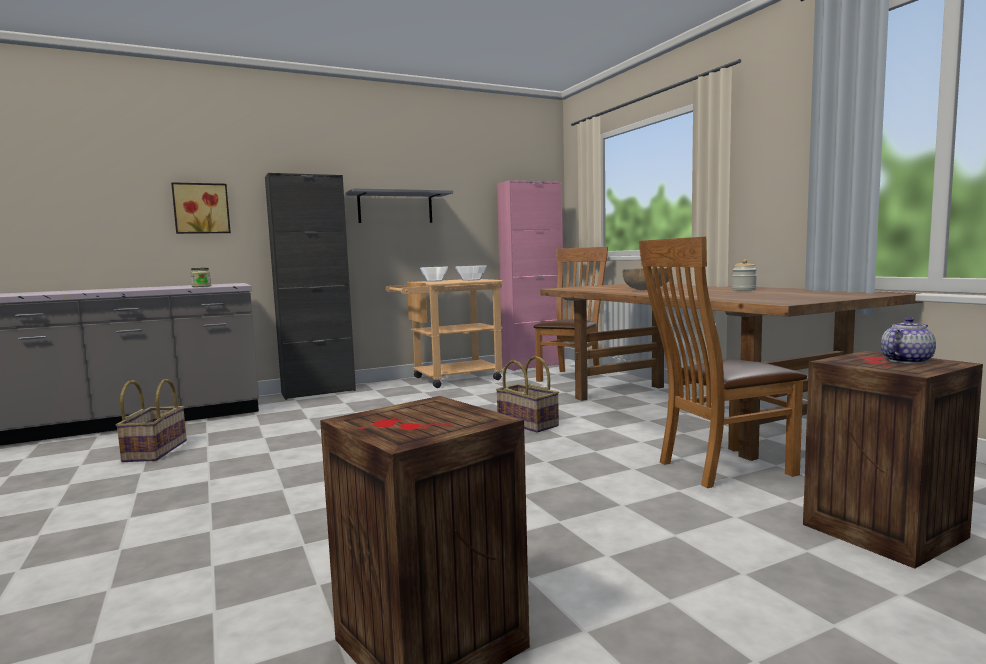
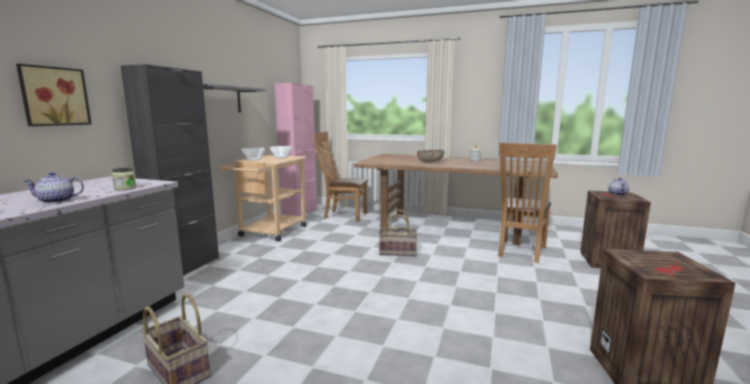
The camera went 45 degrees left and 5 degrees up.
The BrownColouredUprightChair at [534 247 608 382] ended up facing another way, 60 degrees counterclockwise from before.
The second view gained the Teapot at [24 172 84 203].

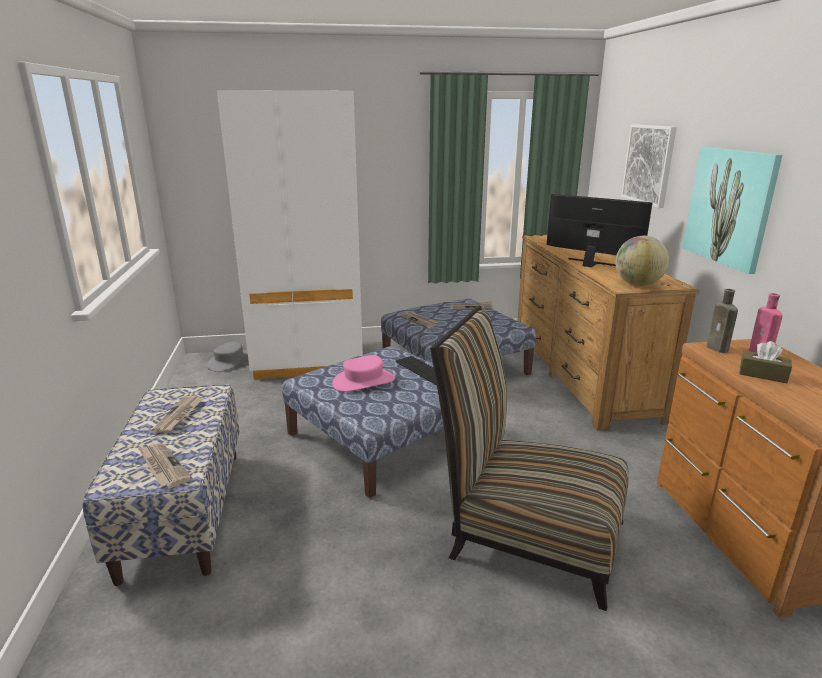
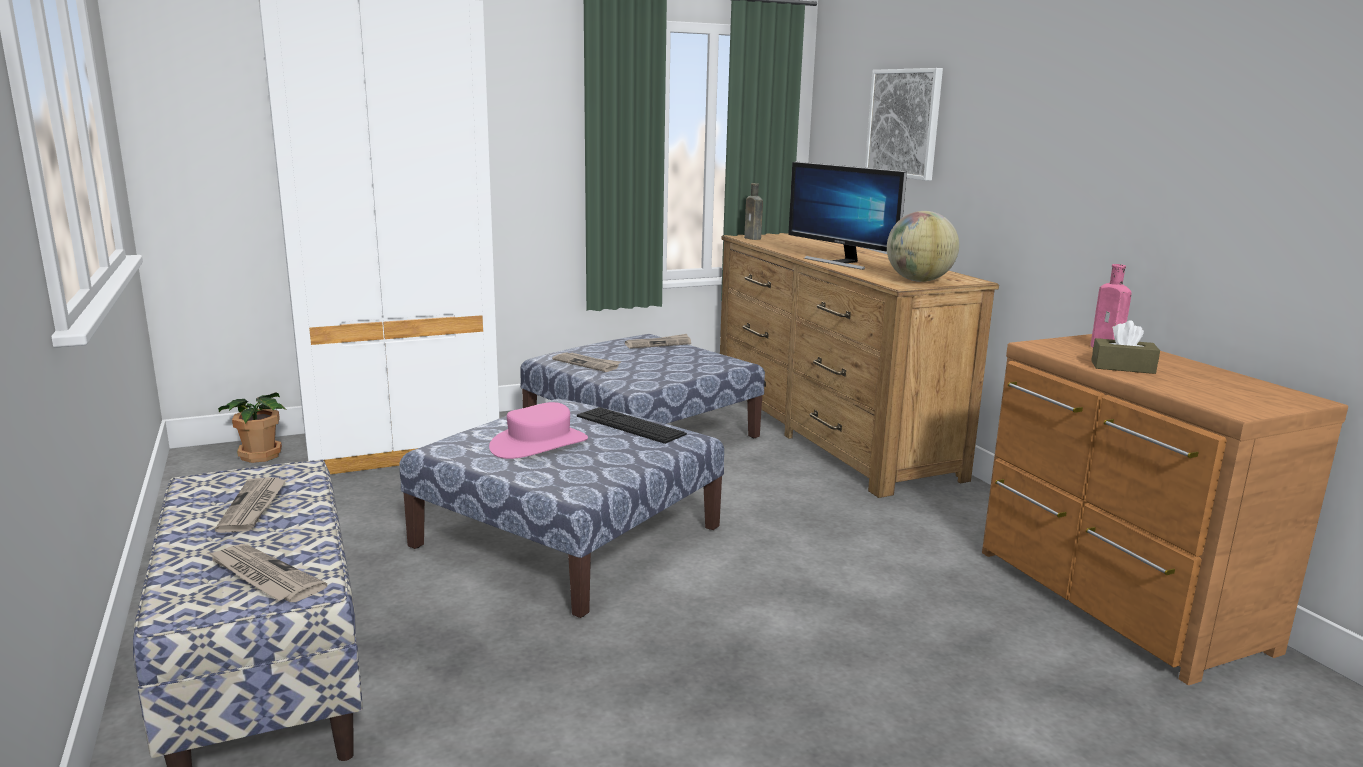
The camera went 15 degrees left and 5 degrees down.
Where the GreyHat stood at [207 342 248 372], the PottedPlant came to stand at [218 392 286 463].
The second view lost the UprightChair at [430 306 629 611].
The ComputerScreen at [546 194 653 267] ended up facing another way, 150 degrees counterclockwise from before.
The second view lost the Picture at [682 147 783 274].
The BrownColouredDrinkBottle ended up elsewhere, having gone from [707 289 738 353] to [744 183 763 240].

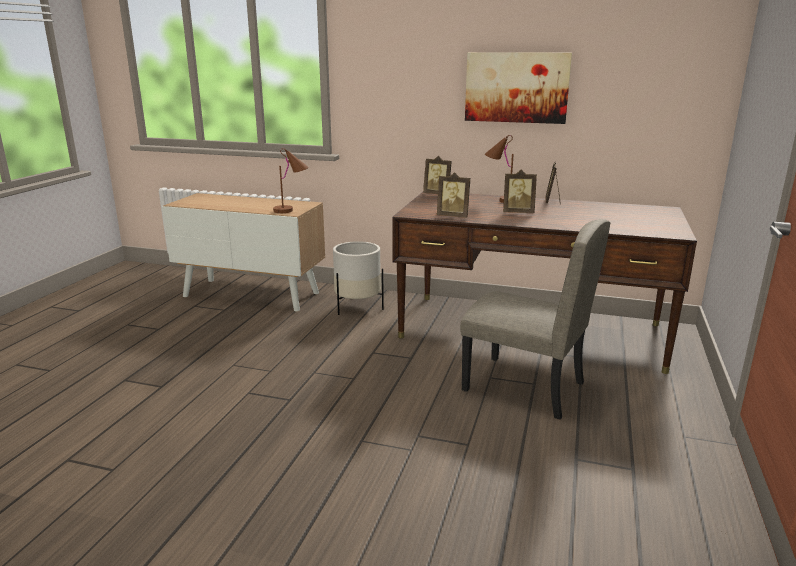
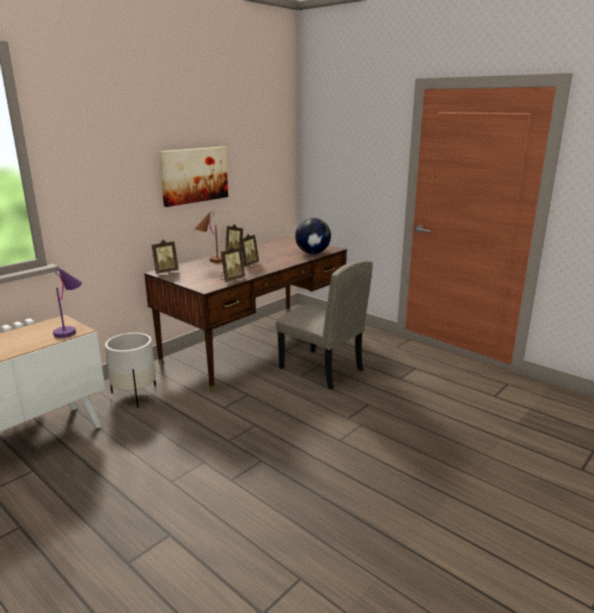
The camera went 65 degrees left and 0 degrees up.
What was the BrownColouredTableLamp at [273 148 309 213] turned into the PurplishTableLamp at [53 268 82 338].
The BeigeColouredUprightChair at [460 219 610 420] ended up facing another way, 75 degrees clockwise from before.
The second view gained the Globe at [295 218 331 254].

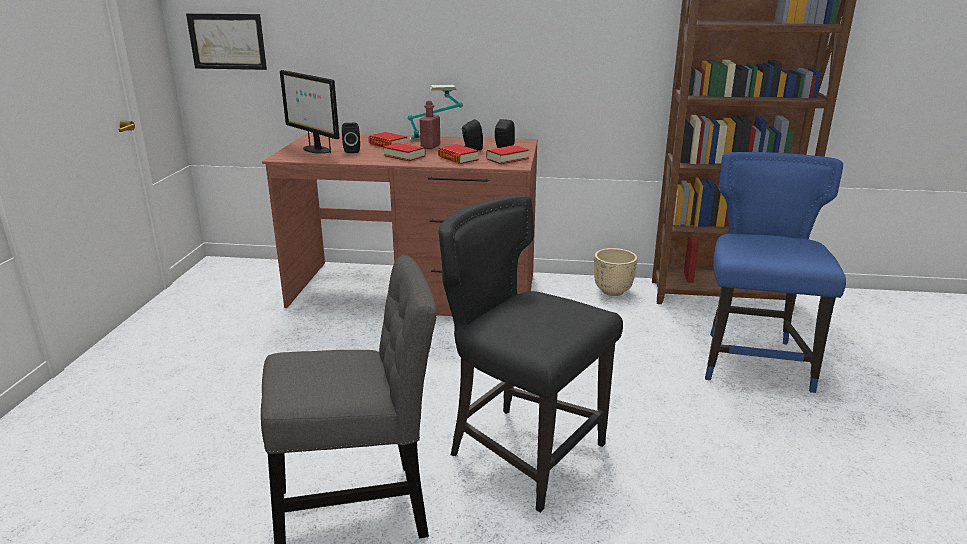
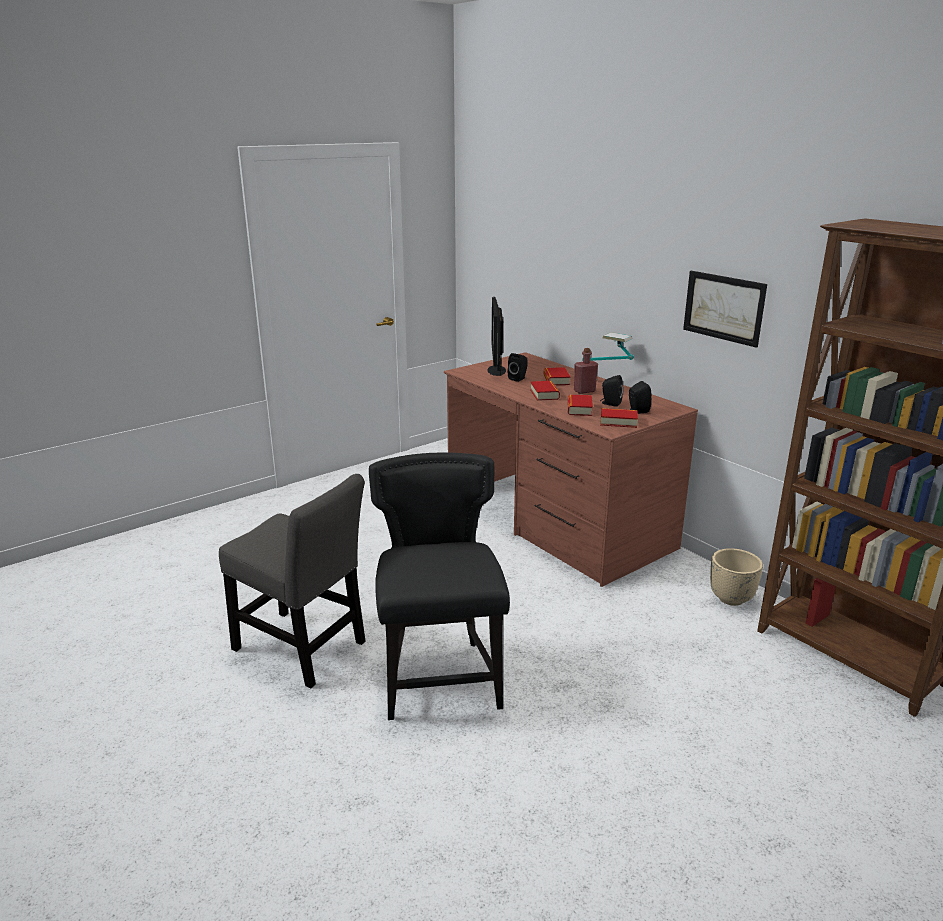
The camera went 45 degrees right and 0 degrees up.
The Picture ended up elsewhere, having gone from [186 13 267 70] to [683 271 767 348].
The second view lost the BluishUprightChair at [705 152 846 393].

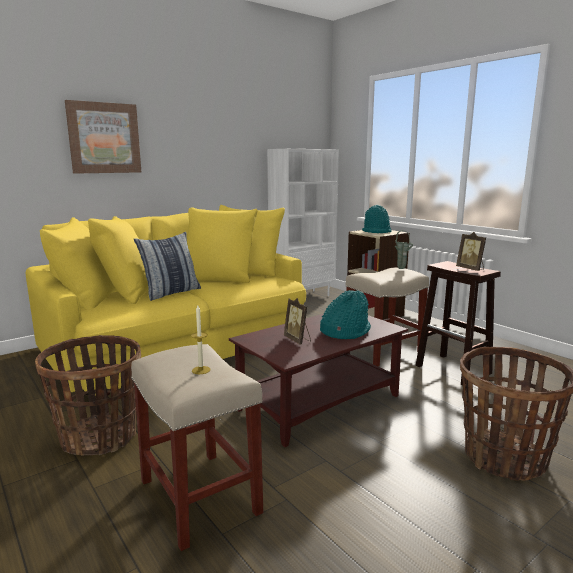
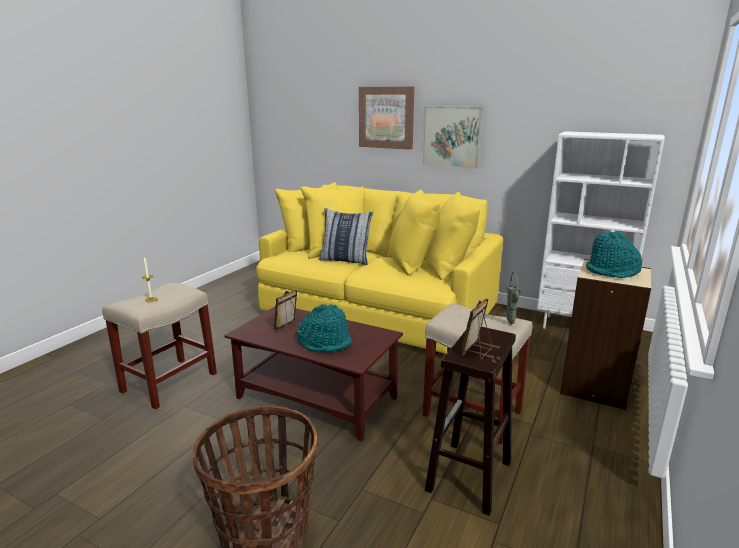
The camera went 65 degrees right and 5 degrees up.
The second view lost the HouseholdBasket at [35 335 141 456].
The second view gained the Picture at [422 106 483 169].

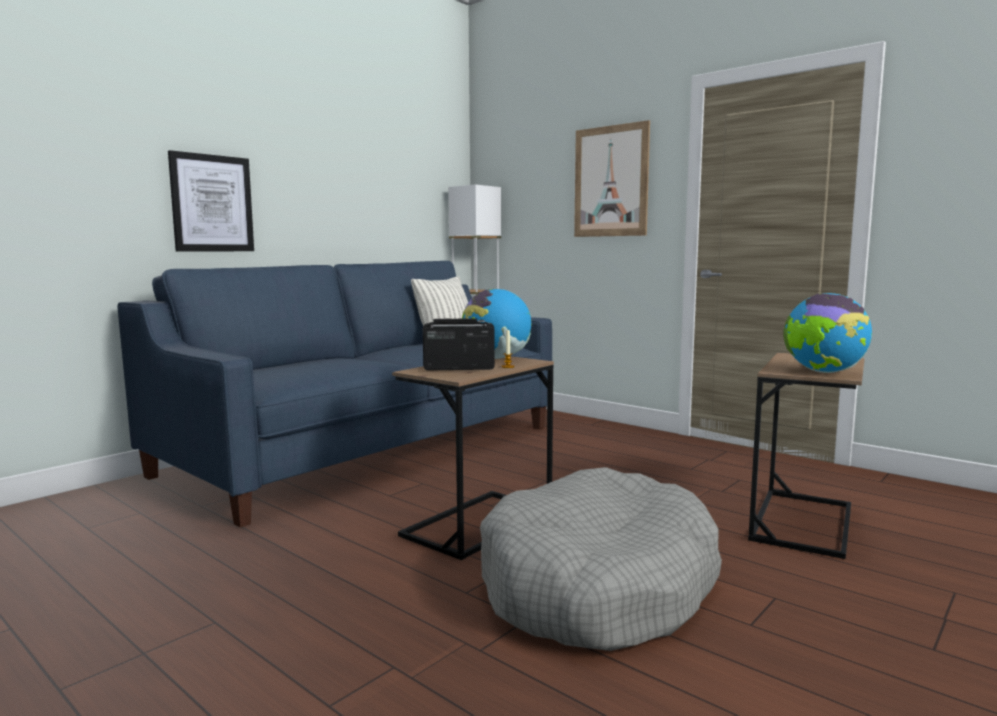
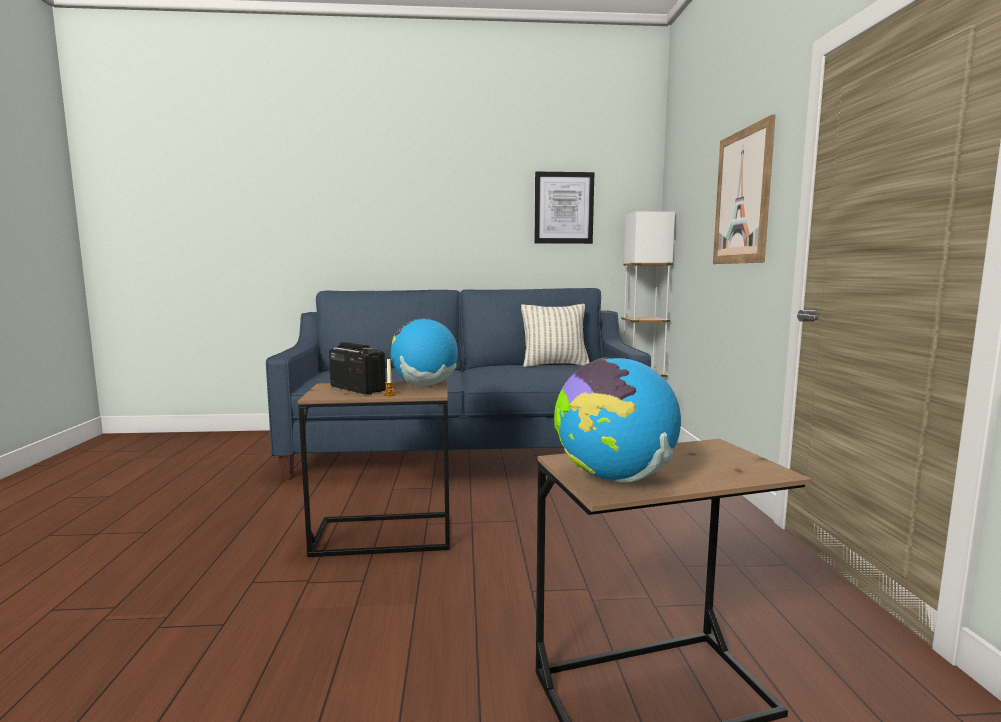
The camera went 45 degrees right and 0 degrees up.
The Picture ended up elsewhere, having gone from [168 150 254 252] to [535 172 594 244].
The second view lost the GreyPetBed at [480 467 722 651].

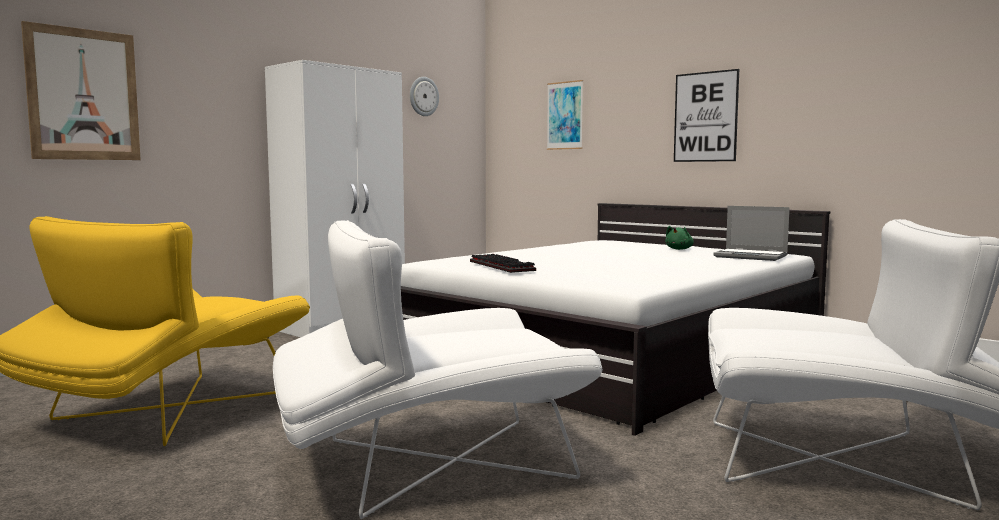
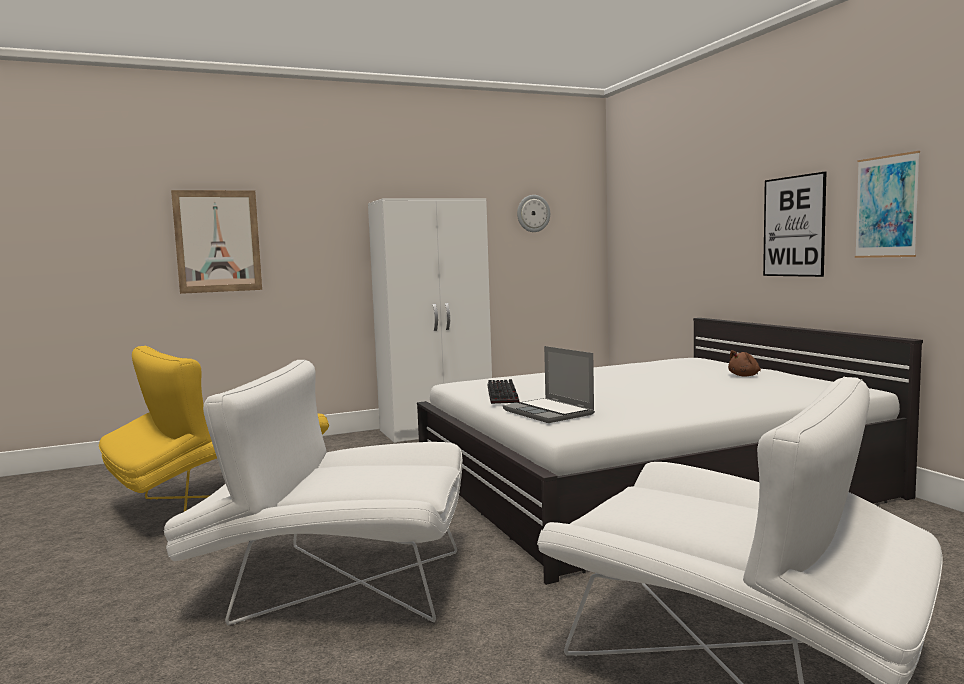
The camera went 25 degrees right and 0 degrees up.
The Picture ended up elsewhere, having gone from [547 80 583 150] to [855 151 920 258].
What was the GreenishSoftToy at [665 226 694 250] turned into the BrownColouredSoftToy at [728 350 761 376].
The Laptop ended up elsewhere, having gone from [714 206 790 261] to [503 346 595 423].

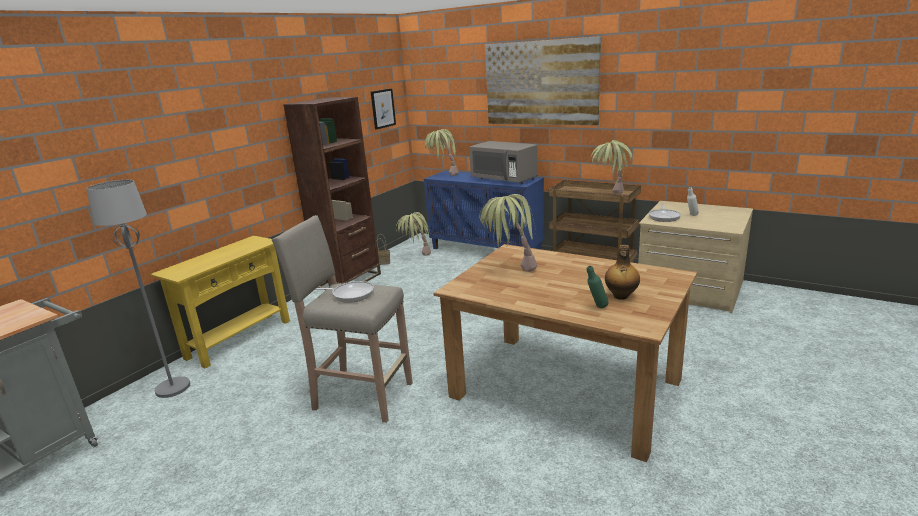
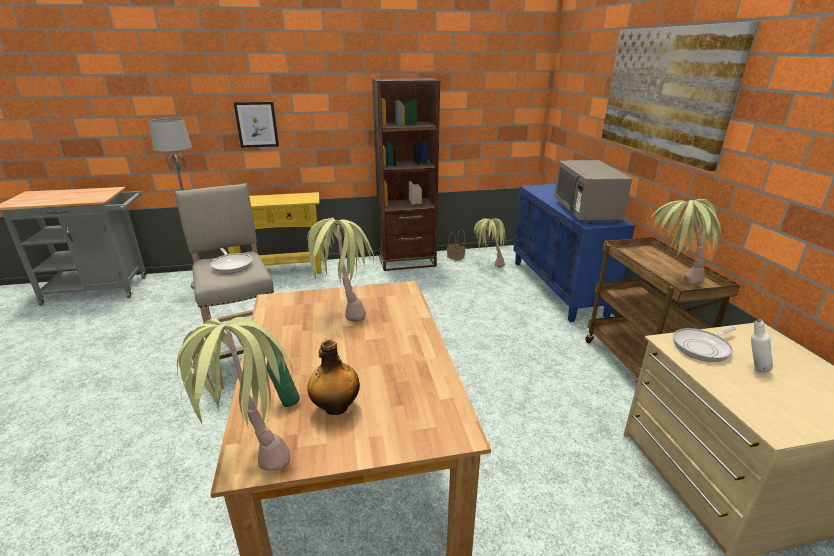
The camera went 45 degrees right and 5 degrees up.
The Picture ended up elsewhere, having gone from [371 88 396 130] to [234 102 279 148].
The PottedPlant ended up elsewhere, having gone from [423 129 459 176] to [177 317 292 470].

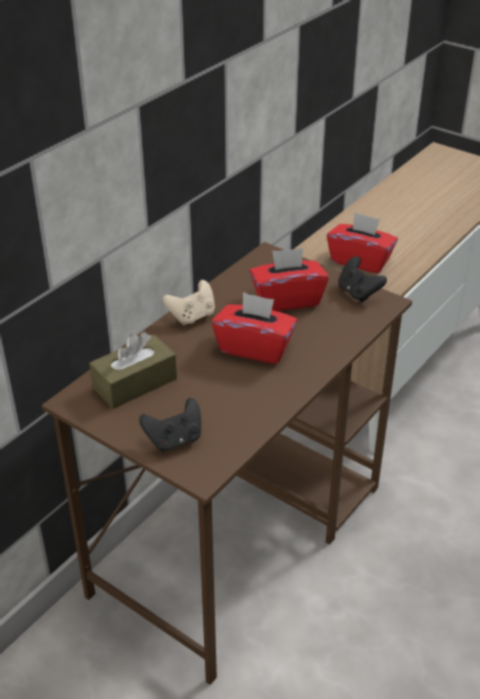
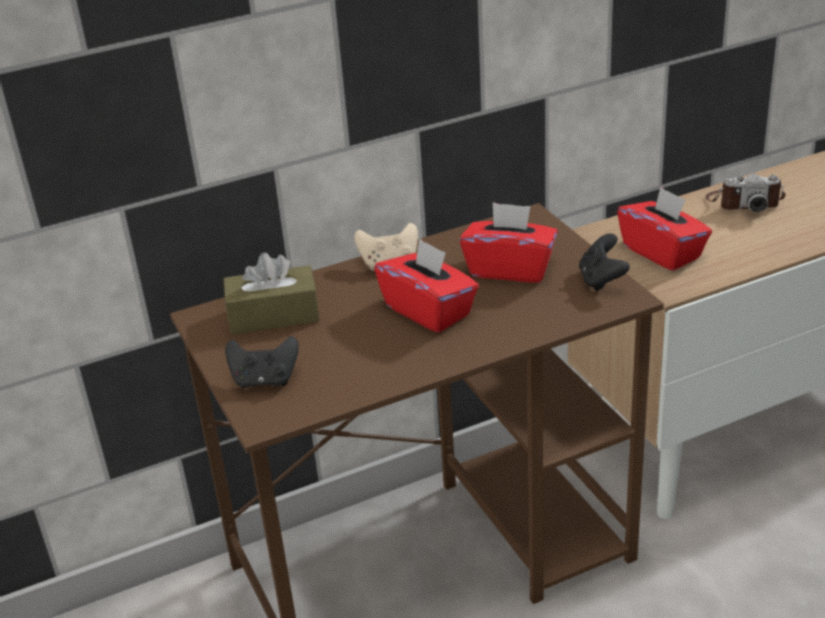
The camera went 30 degrees right and 5 degrees down.
The second view gained the StillCamera at [705 173 786 212].

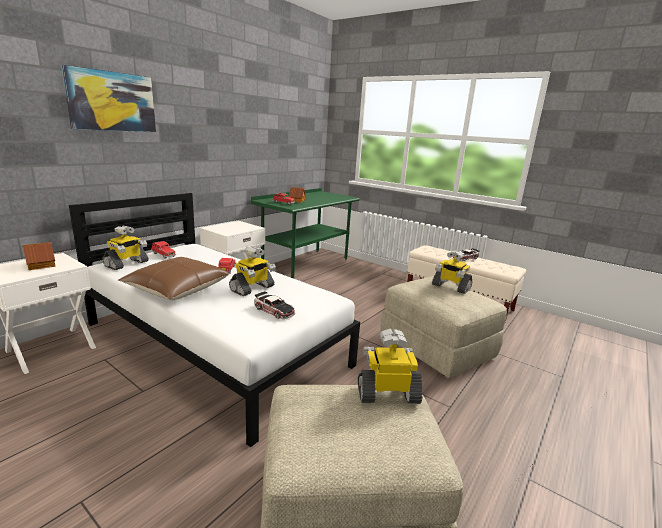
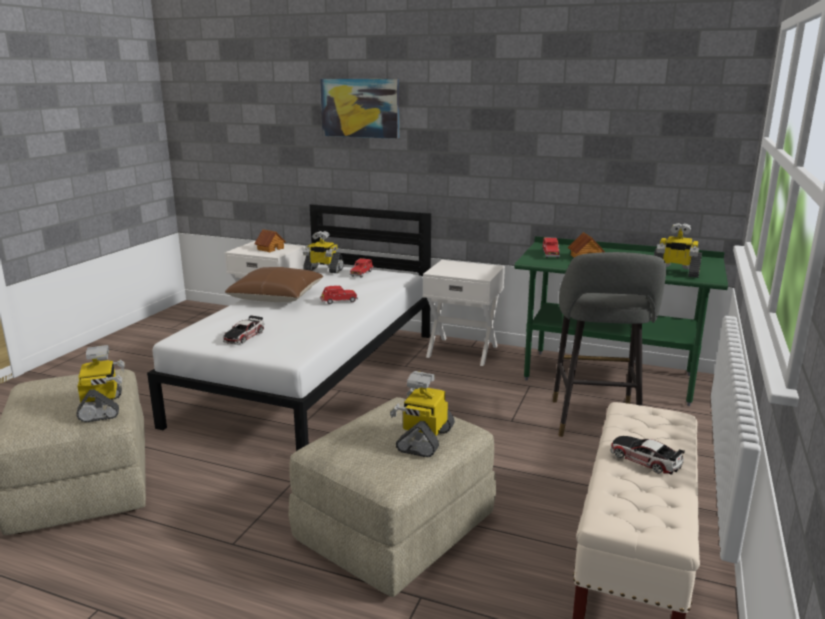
The camera went 75 degrees right and 0 degrees up.
The ModelRobot ended up elsewhere, having gone from [229 246 276 296] to [654 223 702 278].
The second view gained the GreySittingStool at [553 252 666 437].

